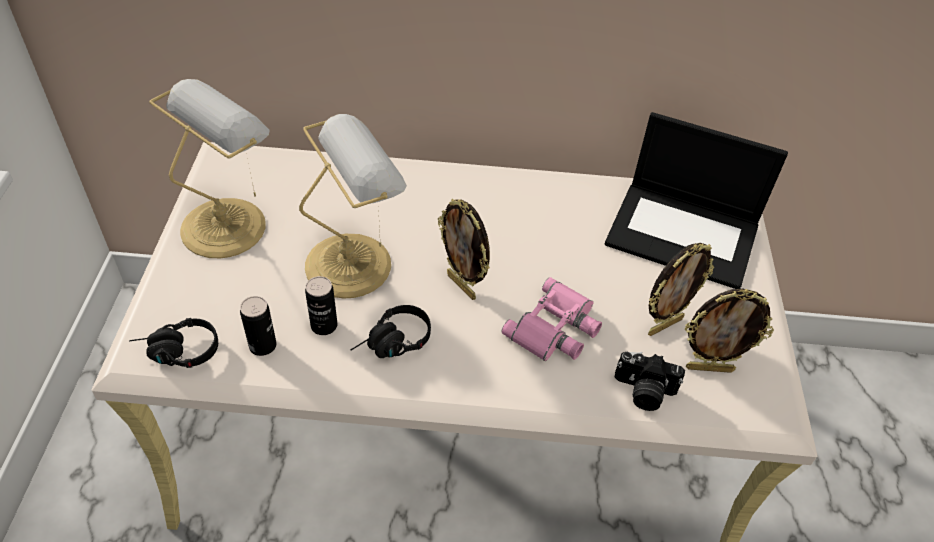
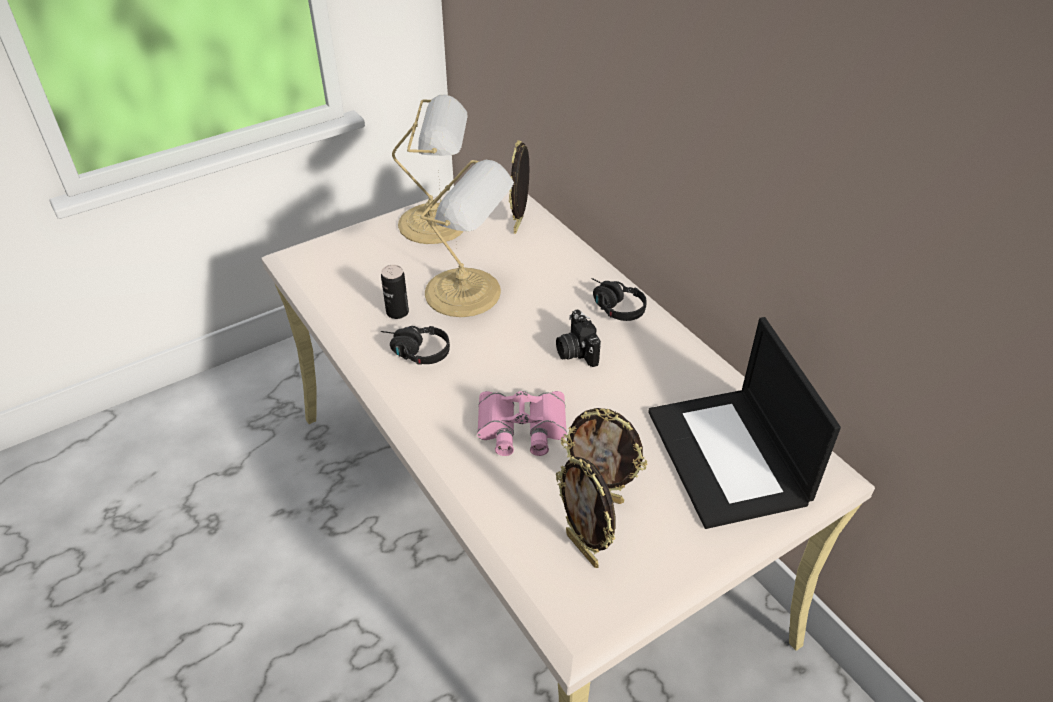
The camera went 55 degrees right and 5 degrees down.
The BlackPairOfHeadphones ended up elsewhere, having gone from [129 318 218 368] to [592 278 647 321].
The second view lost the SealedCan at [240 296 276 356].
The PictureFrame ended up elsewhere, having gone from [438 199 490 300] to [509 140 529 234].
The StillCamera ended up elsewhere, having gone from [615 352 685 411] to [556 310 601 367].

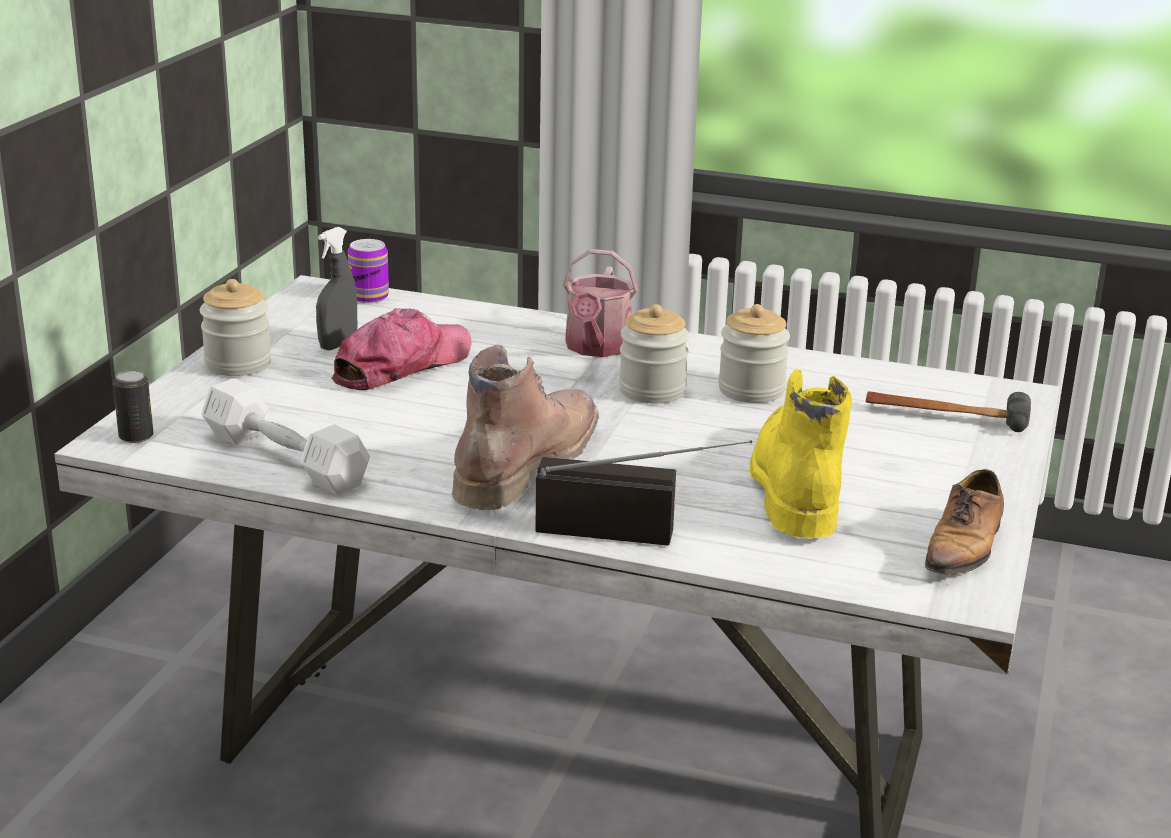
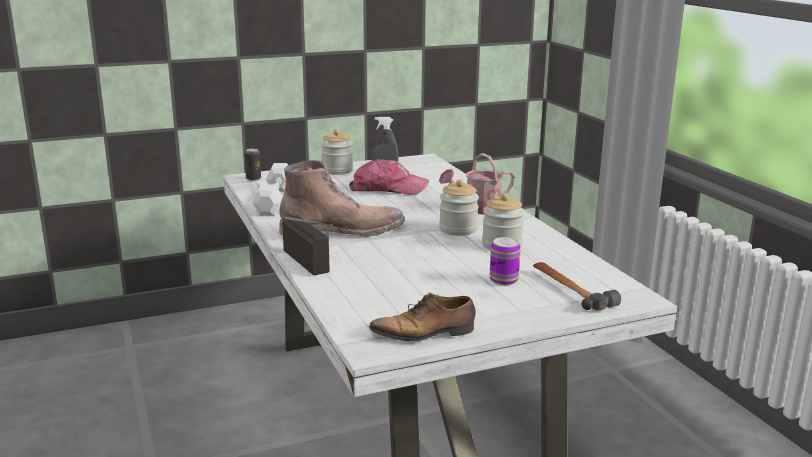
The camera went 50 degrees right and 5 degrees down.
The SealedCan ended up elsewhere, having gone from [348 239 389 304] to [490 237 521 285].
The second view lost the YellowishBoot at [750 369 852 539].

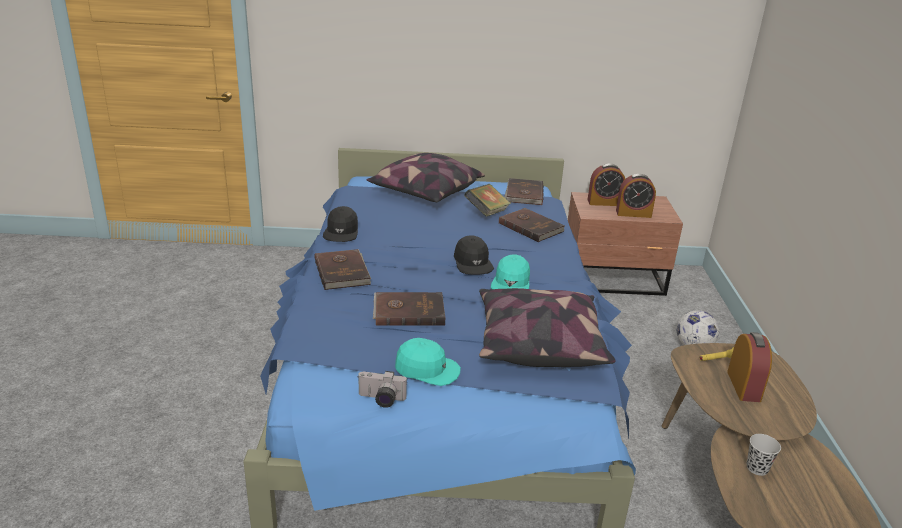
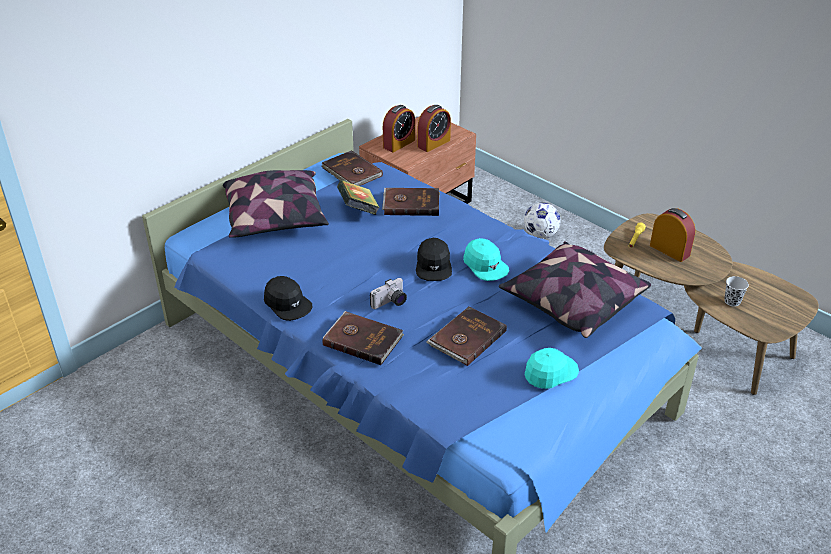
The camera went 45 degrees left and 10 degrees up.
The StillCamera ended up elsewhere, having gone from [357 371 407 408] to [370 278 407 309].
The BlackPeakedCap at [454 235 494 275] ended up facing another way, 60 degrees clockwise from before.

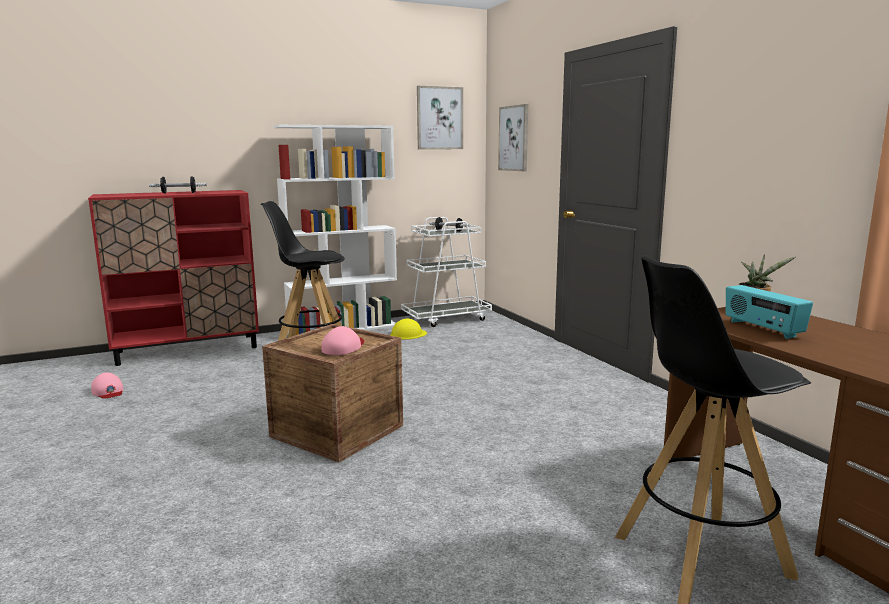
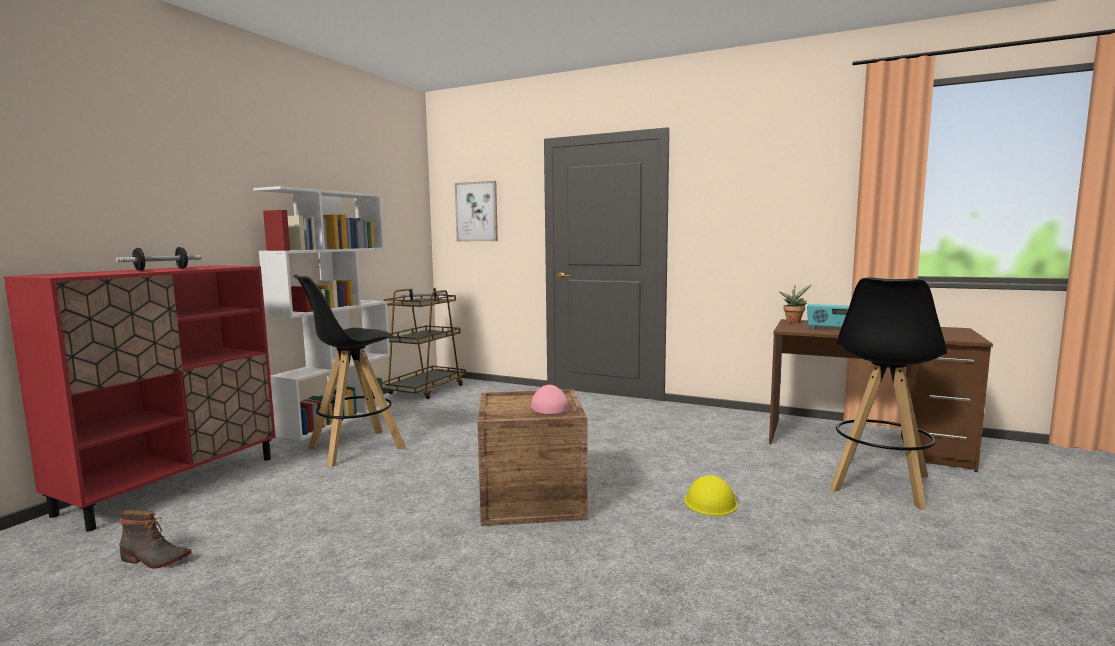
The camera went 40 degrees left and 5 degrees down.
Where the PinkishPeakedCap stood at [91 372 124 399], the Boot came to stand at [119 510 191 569].
The YellowishWorkHelmet ended up elsewhere, having gone from [390 319 427 339] to [685 475 738 516].
What was the WhiteColouredWheeledCart at [401 217 492 327] turned into the BrownColouredWheeledCart at [382 289 466 399].
The second view lost the Picture at [417 86 463 150].

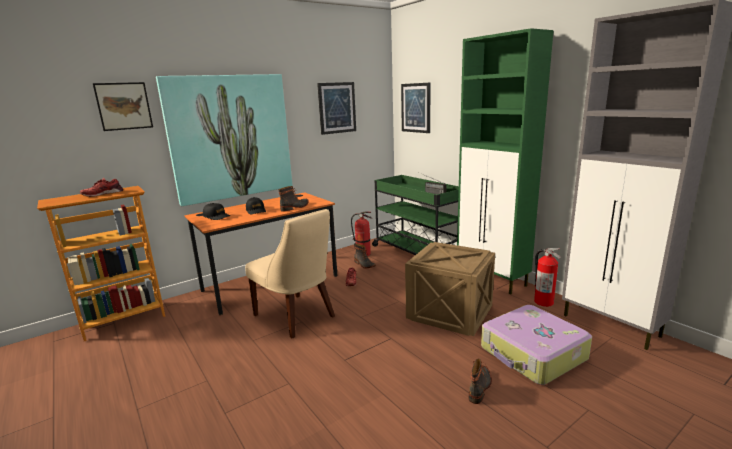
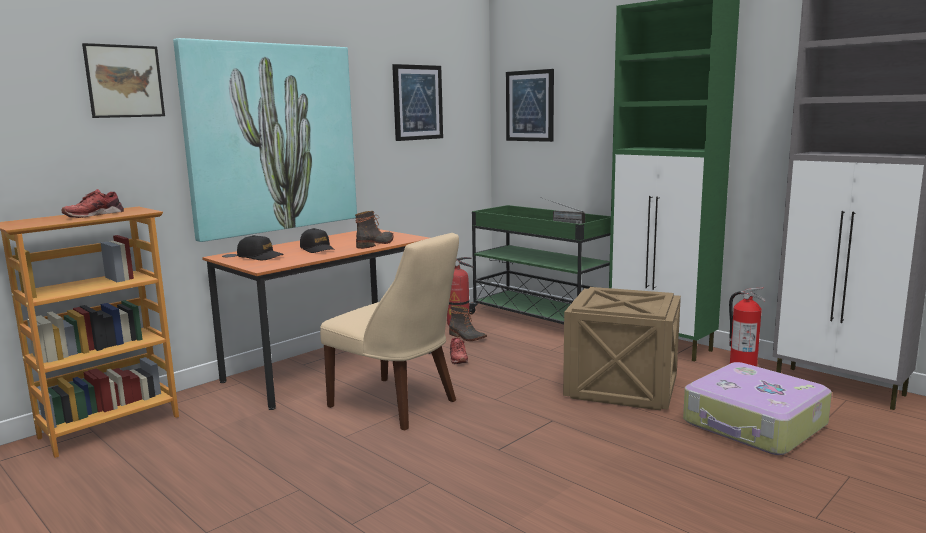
The camera went 10 degrees left and 5 degrees down.
The second view lost the Boot at [469 359 492 404].

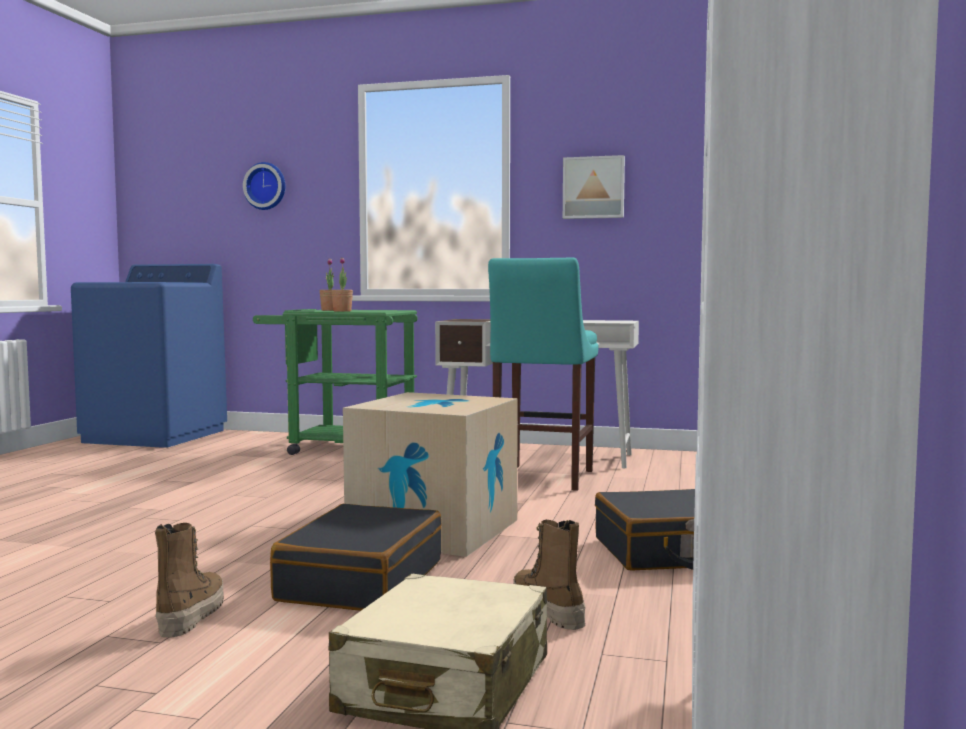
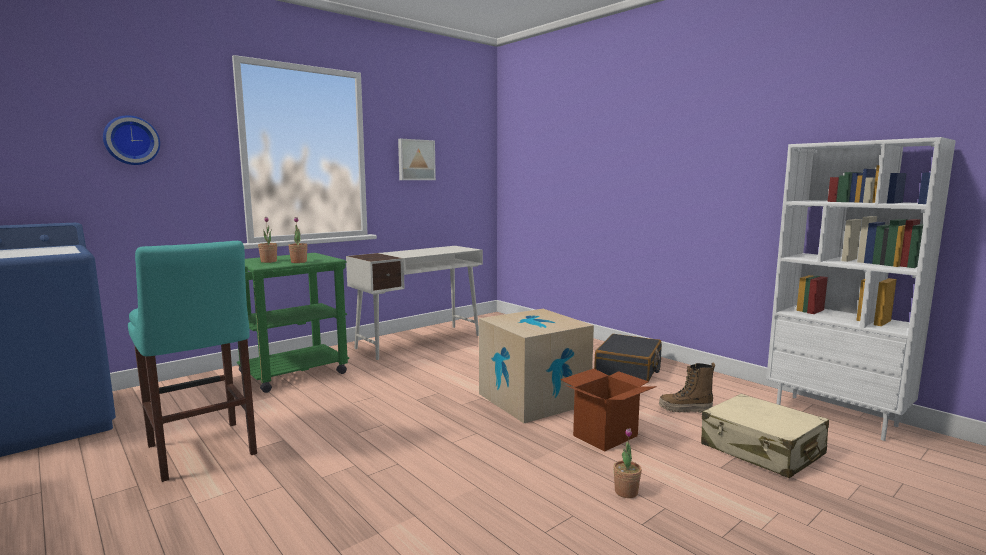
The camera went 55 degrees left and 5 degrees up.
Where the Boot stood at [155 523 224 638], the PottedPlant came to stand at [613 428 642 498].
Where the BlackSuitcase stood at [270 504 441 611], the Carton came to stand at [560 369 657 451].
The BlueGreenSittingStool ended up elsewhere, having gone from [488 258 598 491] to [128 241 257 482].

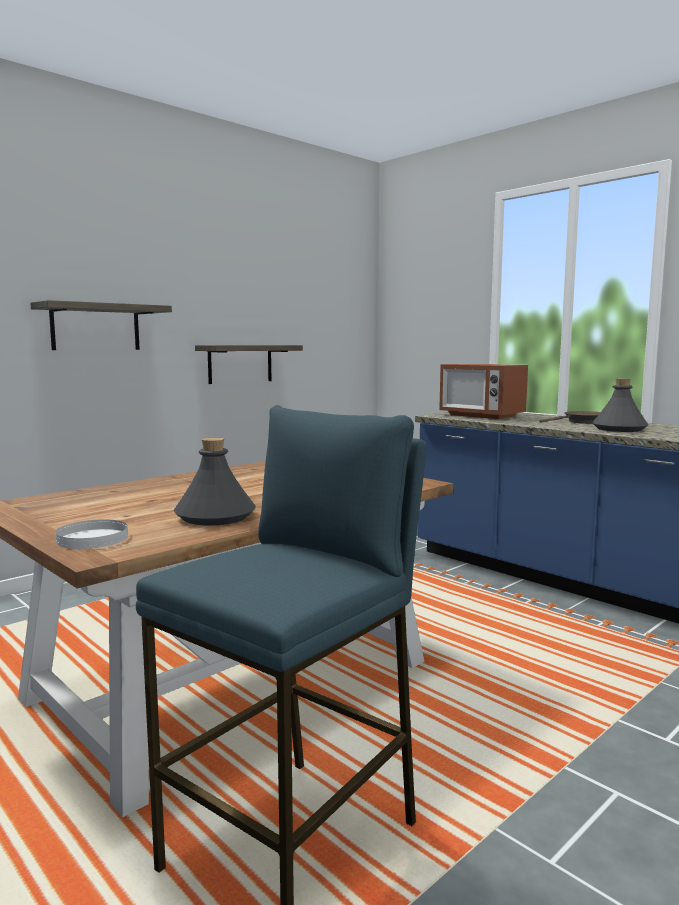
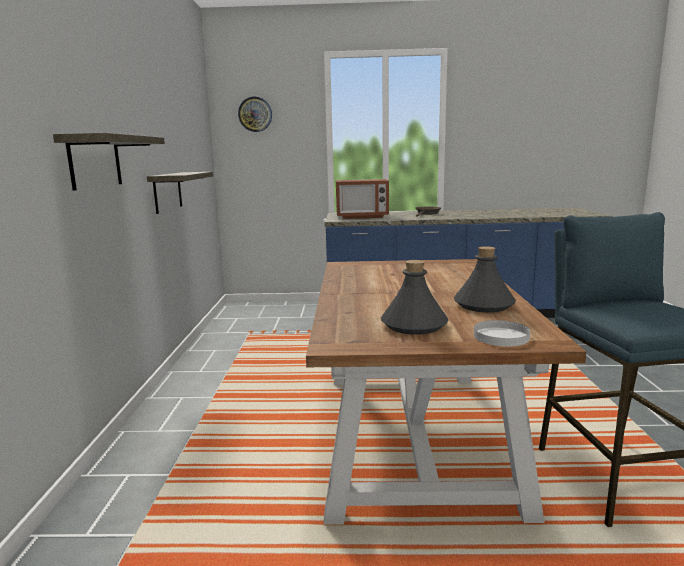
The camera went 45 degrees left and 5 degrees up.
The GreyDrinkBottle ended up elsewhere, having gone from [592 378 648 432] to [381 260 449 335].
The second view gained the HangingClock at [238 97 272 132].

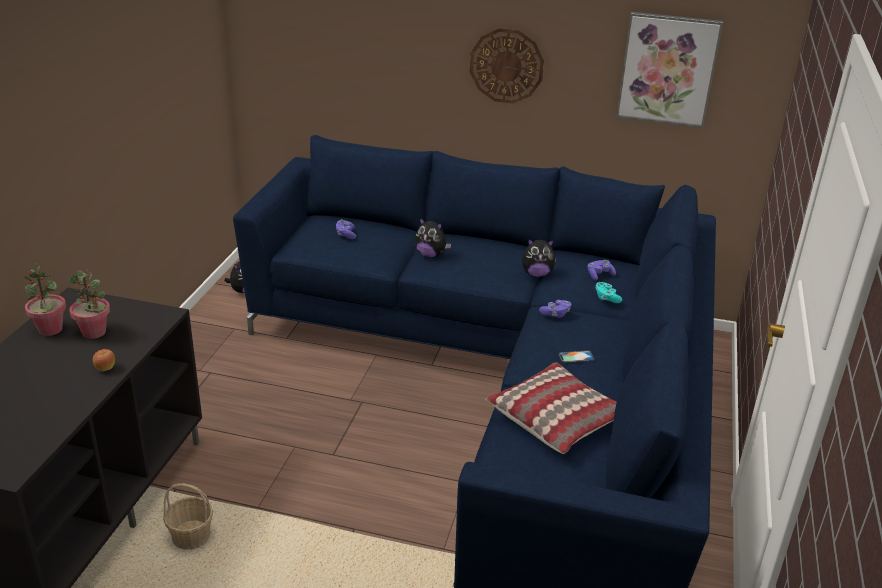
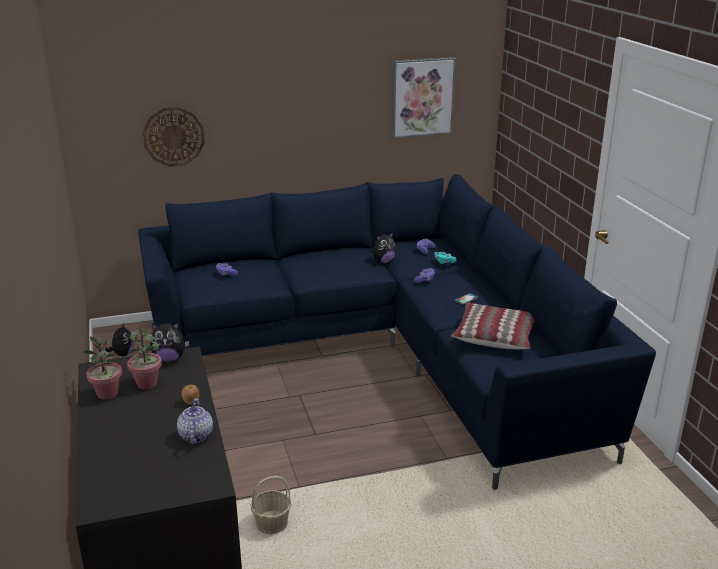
The camera went 30 degrees left and 5 degrees down.
The SoftToy ended up elsewhere, having gone from [415 218 452 258] to [150 322 189 362].
The HangingClock ended up elsewhere, having gone from [470 28 544 104] to [143 107 205 167].
The second view gained the Teapot at [177 398 213 444].

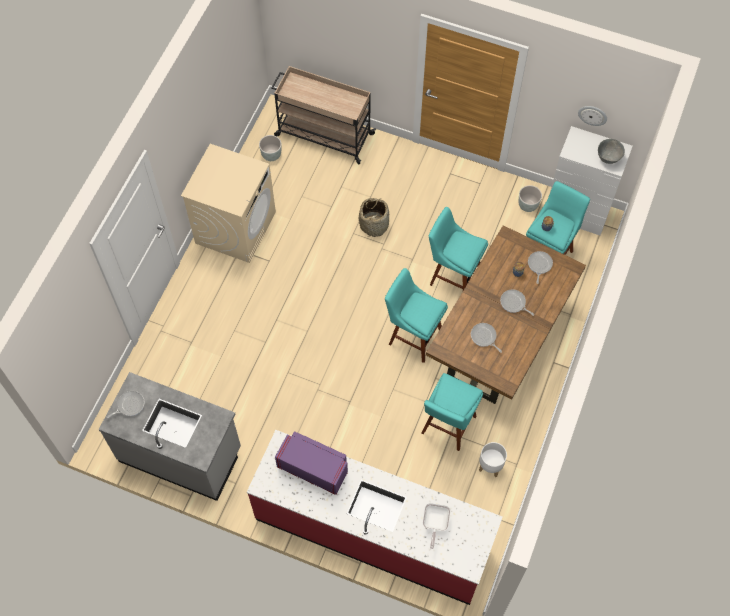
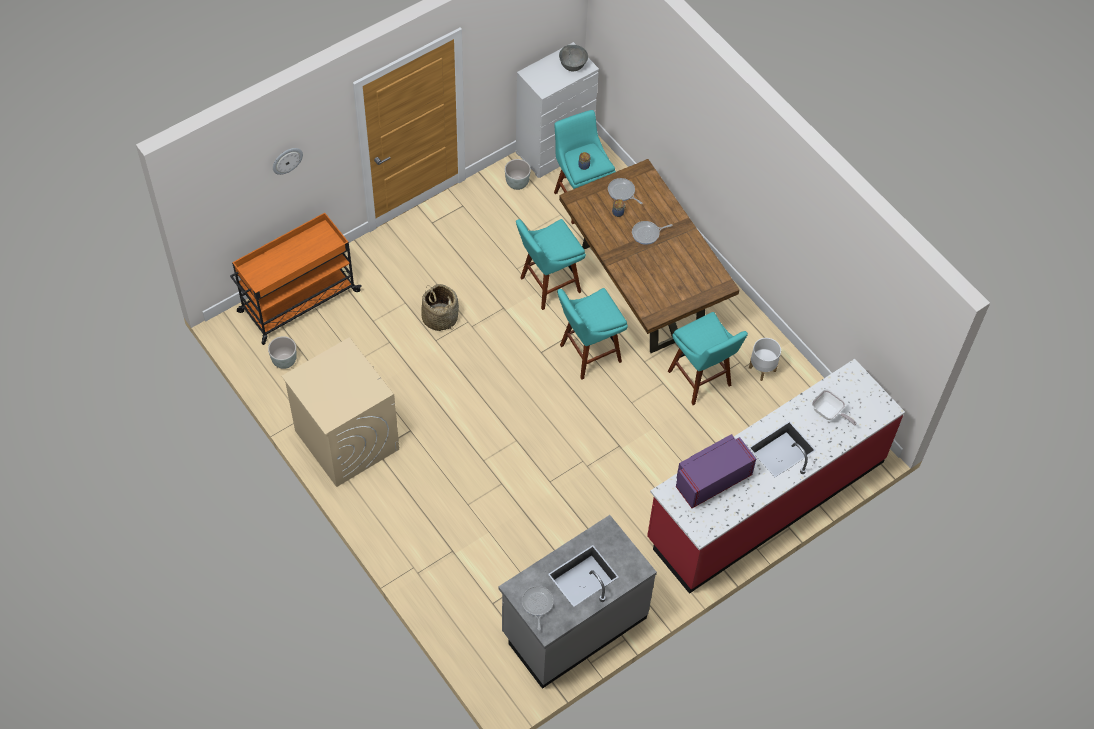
The camera went 60 degrees left and 5 degrees down.
What was the BeigeColouredWheeledCart at [271 66 376 165] turned into the OrangeWheeledCart at [230 213 362 345].
The second view lost the Skillet at [471 323 502 353].
The HangingClock ended up elsewhere, having gone from [578 106 607 126] to [273 148 303 175].

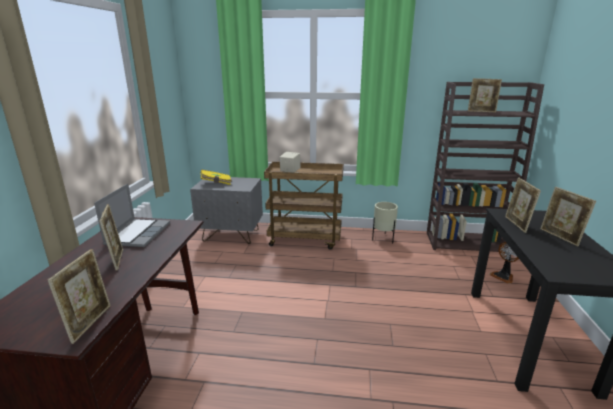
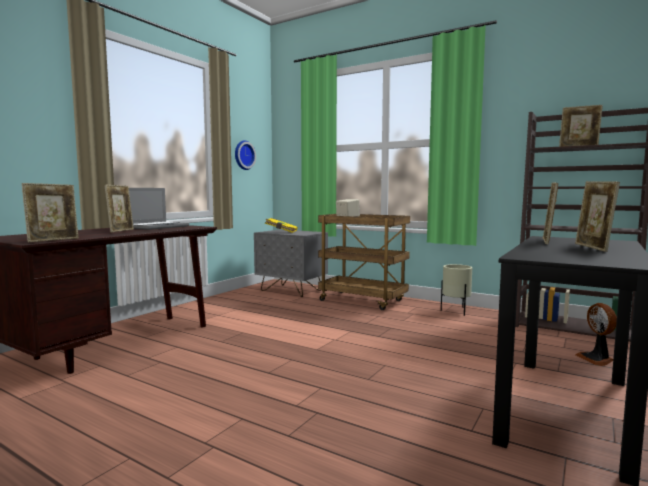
The camera went 25 degrees right and 15 degrees down.
The second view gained the HangingClock at [235 140 256 170].

